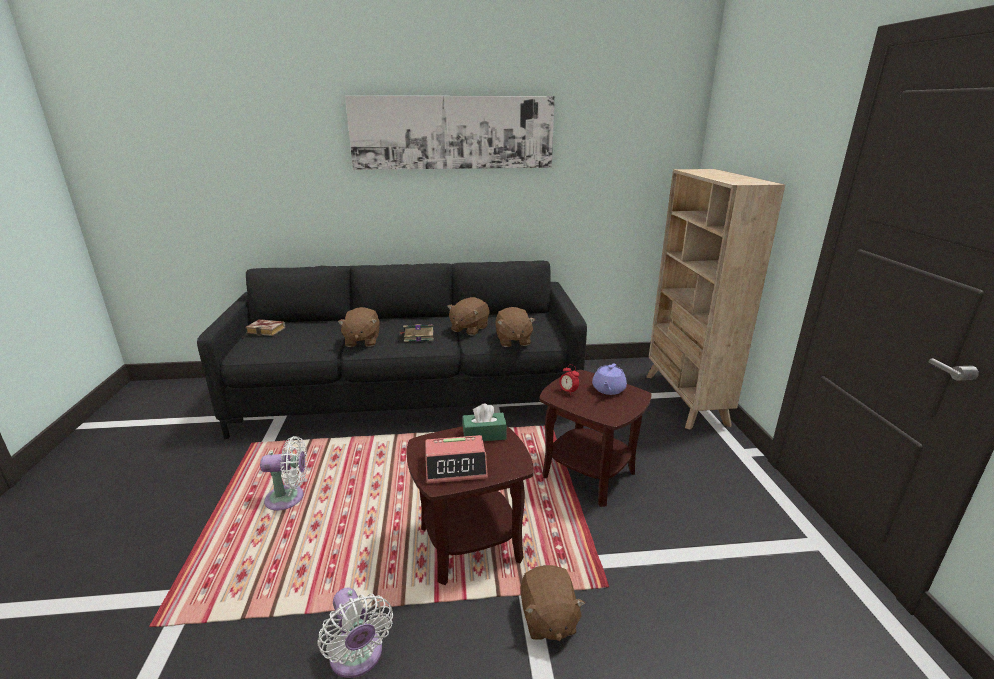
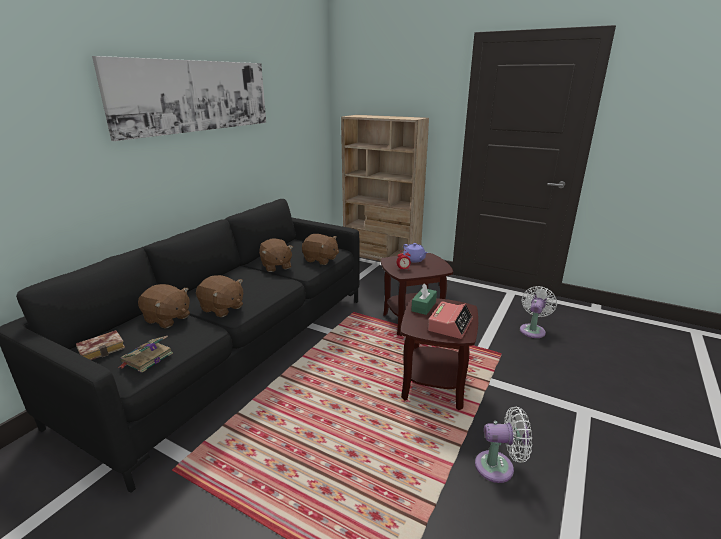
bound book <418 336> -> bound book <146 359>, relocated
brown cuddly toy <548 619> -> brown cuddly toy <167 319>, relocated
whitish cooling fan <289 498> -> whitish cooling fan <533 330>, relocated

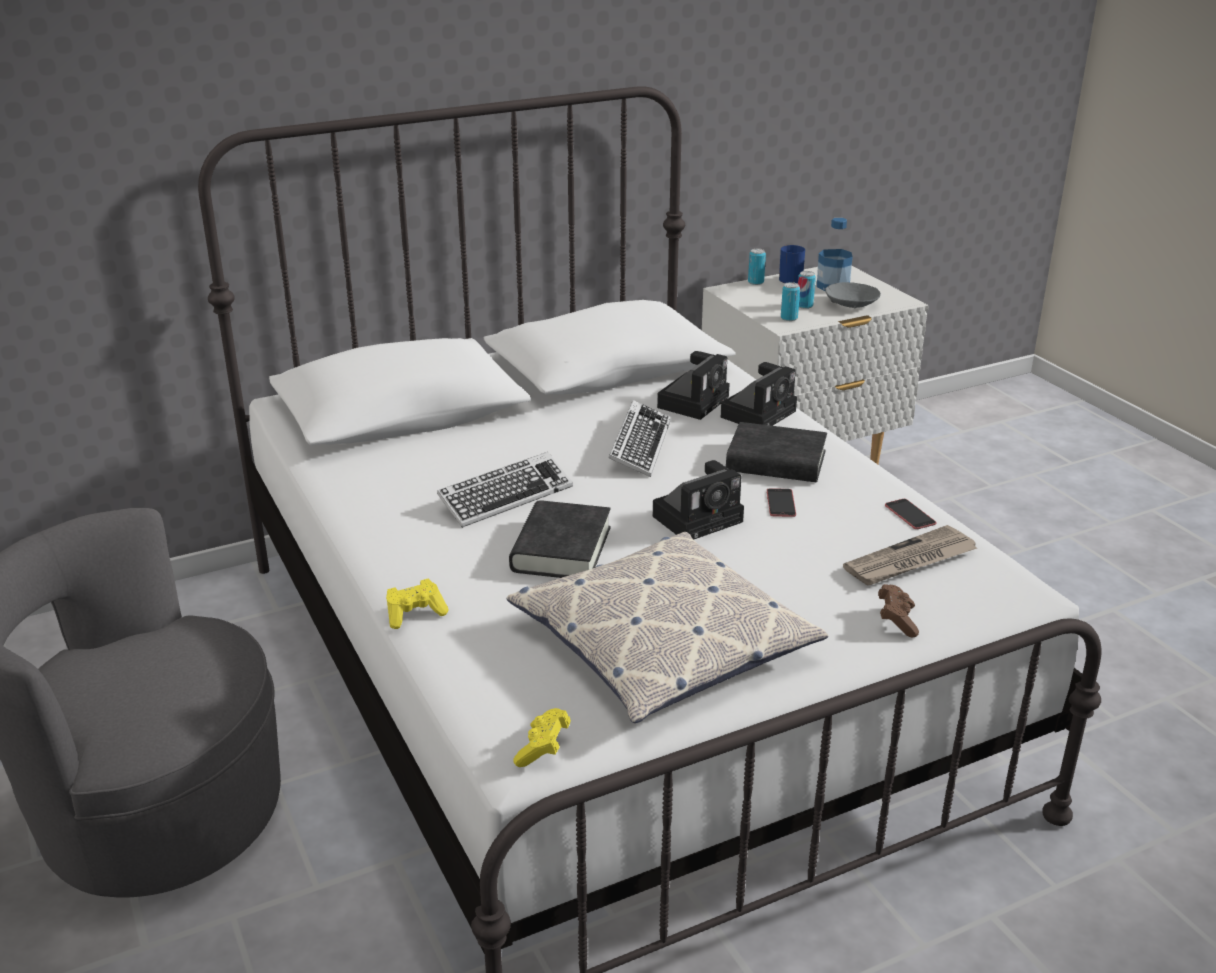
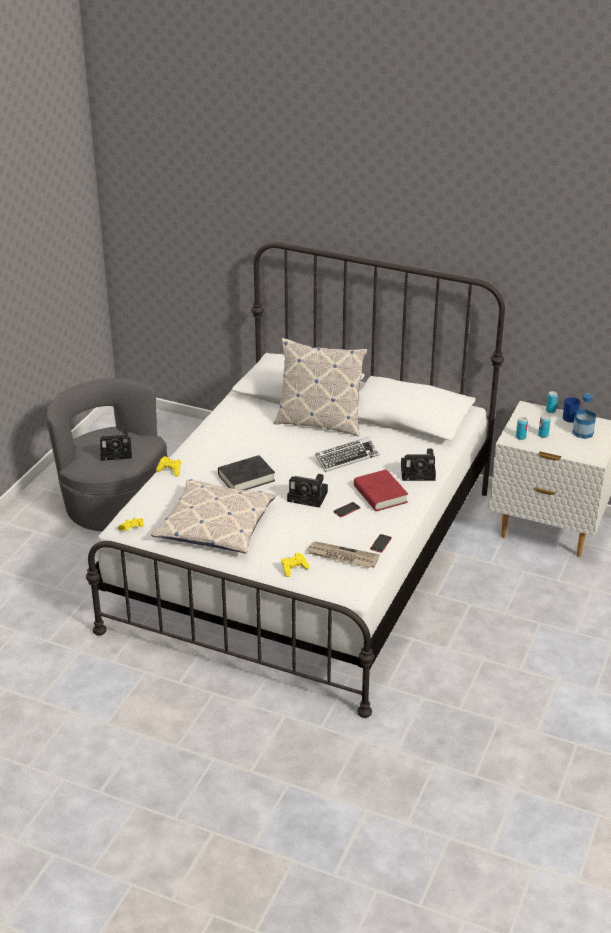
photo camera <694 401> -> photo camera <117 452>, relocated
none -> throw pillow <319 423>
brown gamepad <896 620> -> yellow gamepad <294 569>
blackish bound book <776 462> -> red-coloured bound book <380 494>
PC keyboard <506 497> -> none
gray deep dish <852 304> -> none

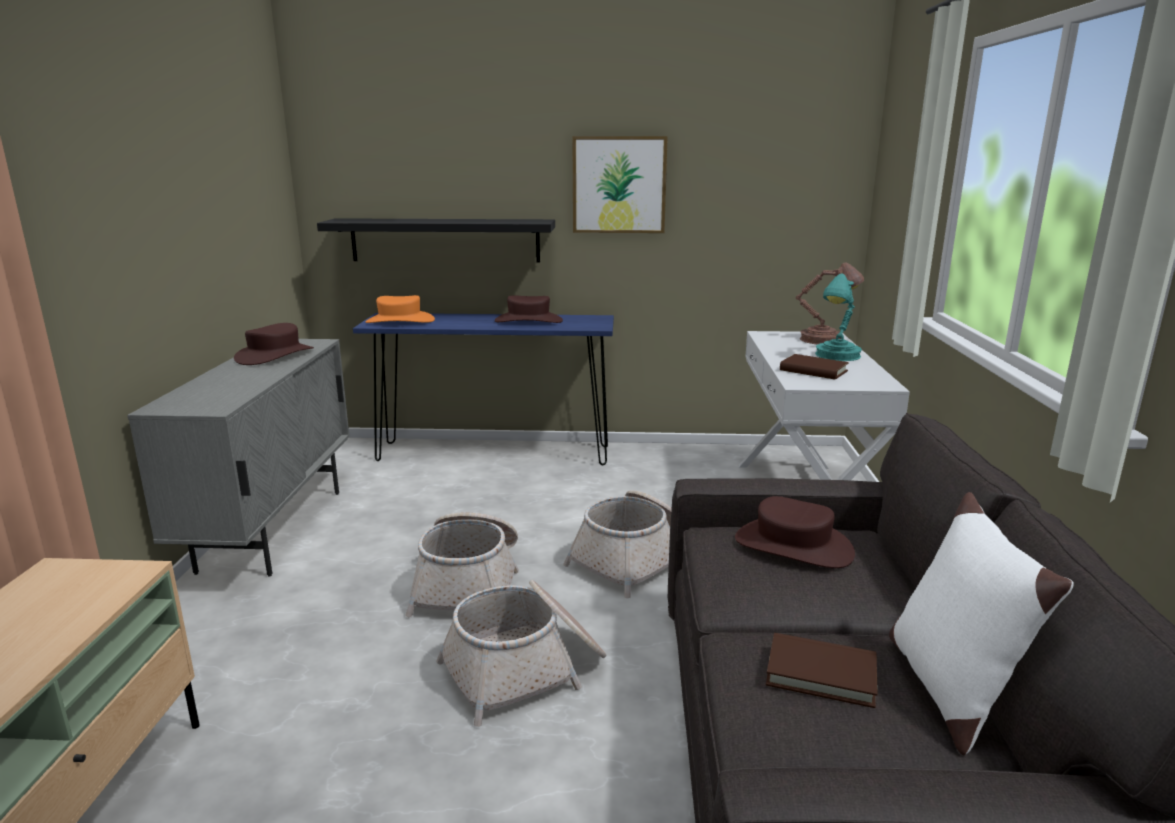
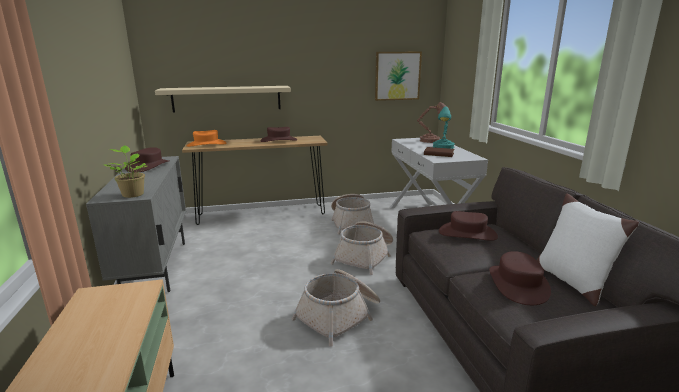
none -> potted plant <132 194>
blackish wall shelf <445 240> -> beige wall shelf <227 98>
blue-coloured narrow table <493 453> -> brown narrow table <261 214>
basket <469 584> -> basket <351 223>, relocated
picture <619 185> -> picture <397 76>, relocated
brown bound book <821 674> -> brown clothing hat <518 284>

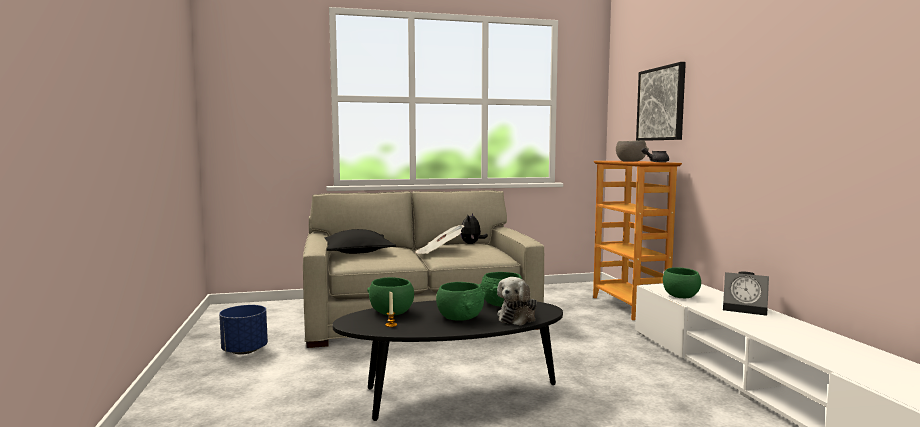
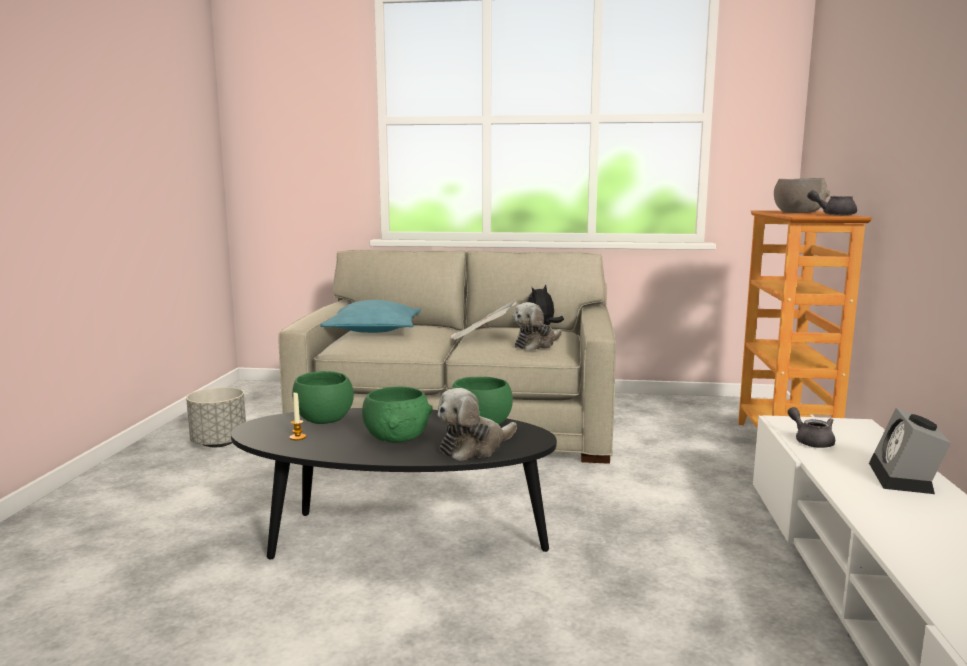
blue-coloured planter <244 351> -> gray planter <219 443>
blackish throw pillow <357 252> -> blue-green throw pillow <374 330>
none -> cuddly toy <536 344>
greenish deep dish <680 295> -> gray tea pot <811 441>
table clock <746 309> -> table clock <905 479>, 60 degrees clockwise
picture <661 104> -> none

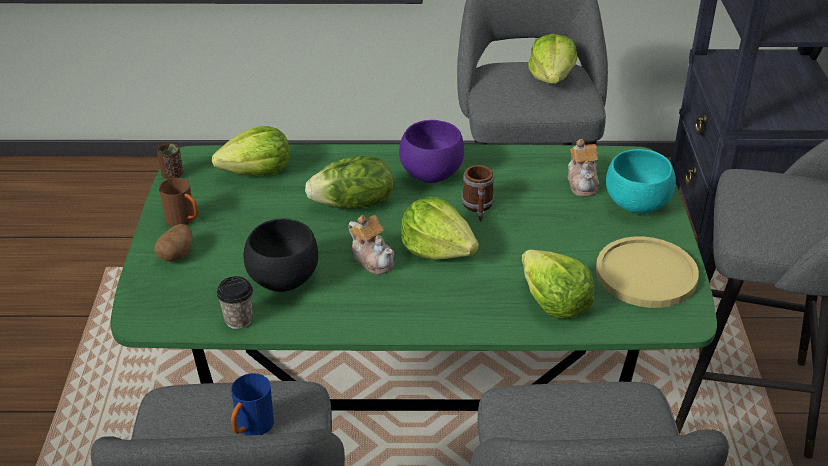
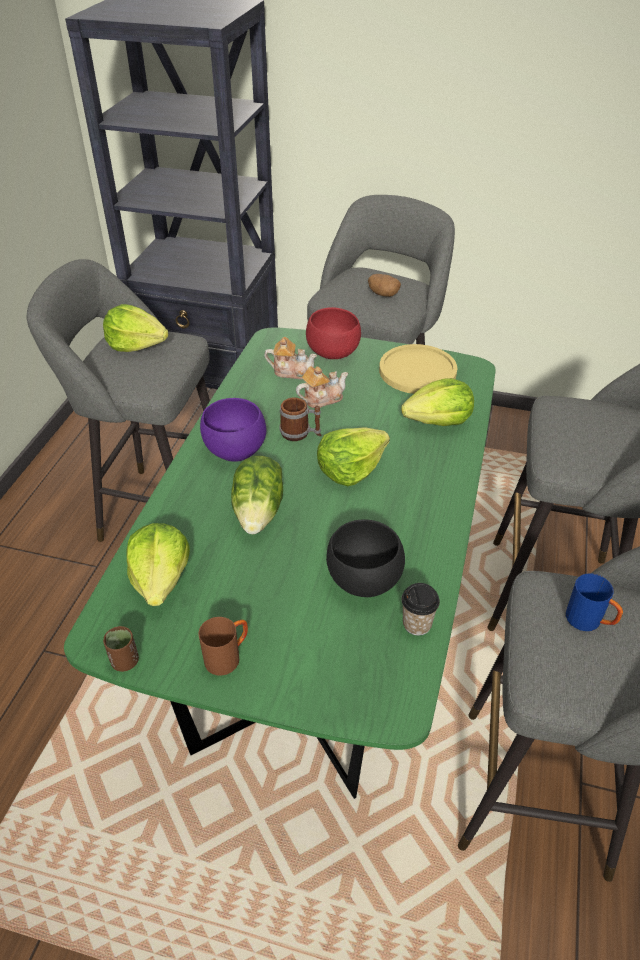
tea pot <372 259> -> tea pot <322 398>, relocated
blue-green deep dish <638 206> -> red-coloured deep dish <334 353>
whole potato <176 254> -> whole potato <383 294>, relocated

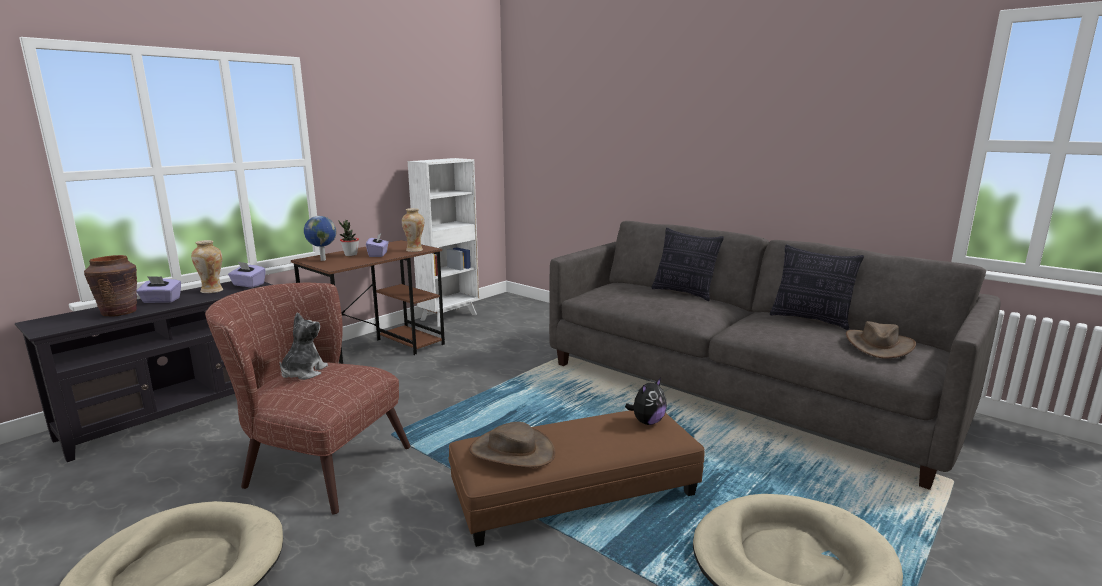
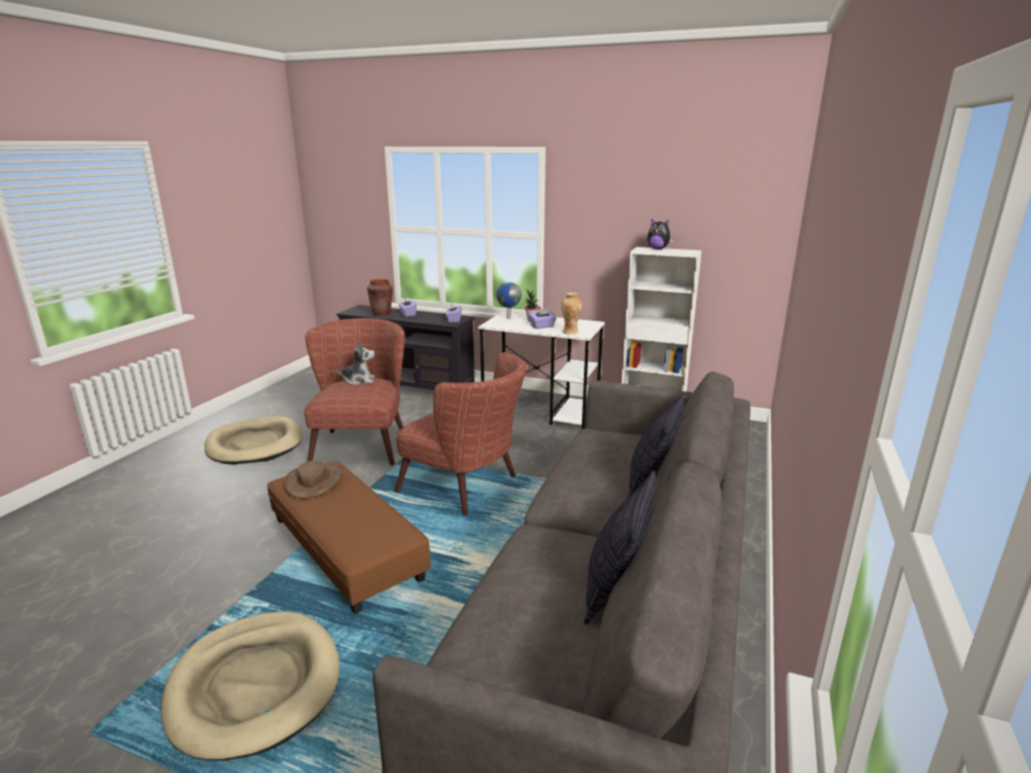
none -> brown armchair <467 488>
brown desk <379 352> -> whitish desk <542 410>
cuddly toy <647 422> -> cuddly toy <658 249>, relocated
flower vase <212 291> -> none
brown clothing hat <878 345> -> none

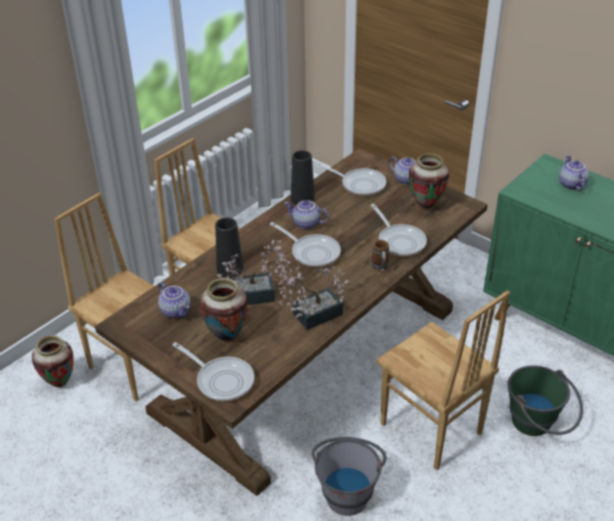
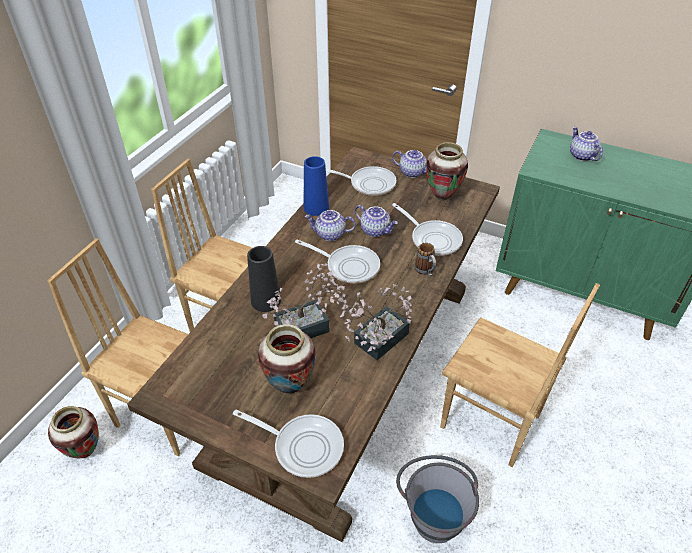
blackish flower vase <302 198> -> blue-coloured flower vase <316 207>
tea pot <176 311> -> tea pot <375 230>, relocated
greenish water bucket <538 426> -> none

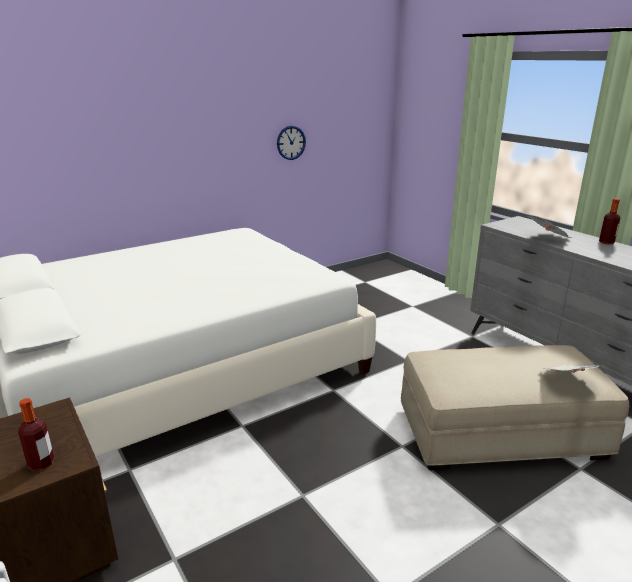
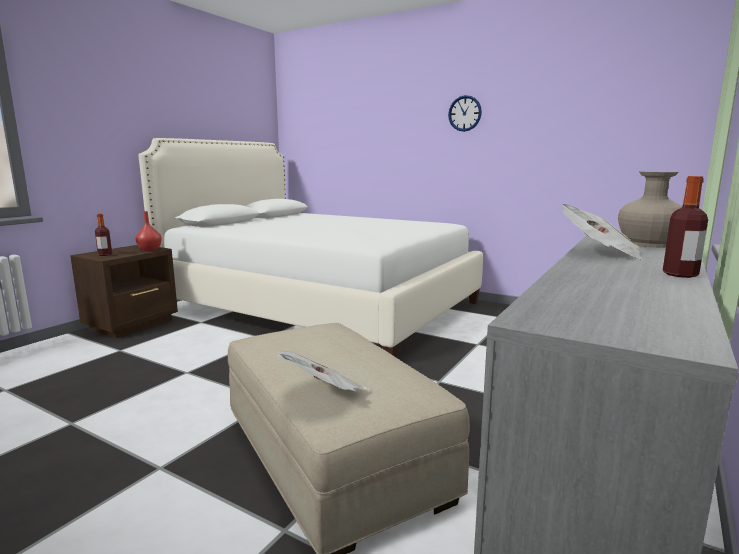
none -> red-coloured flower vase <149 250>
wall clock <291 142> -> wall clock <464 113>, relocated
none -> beige flower vase <648 244>

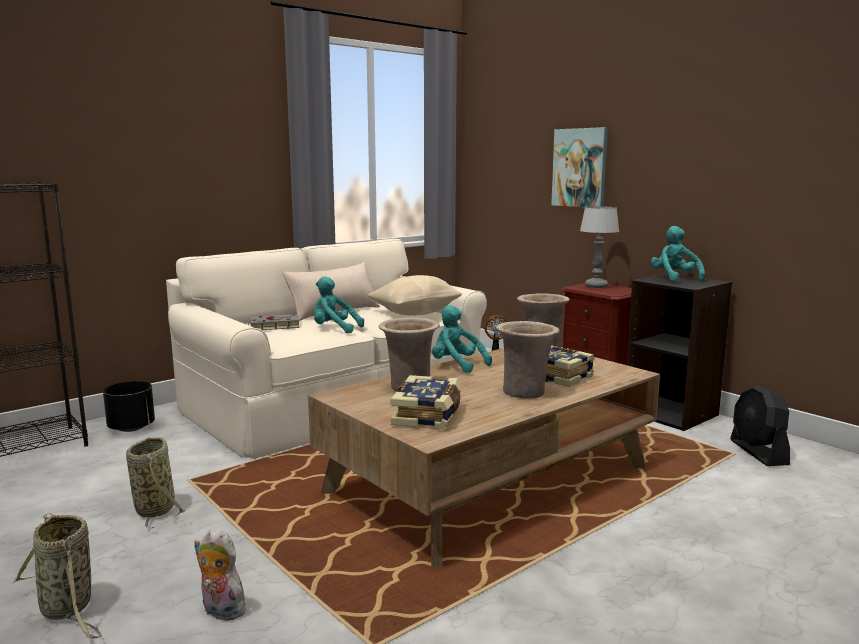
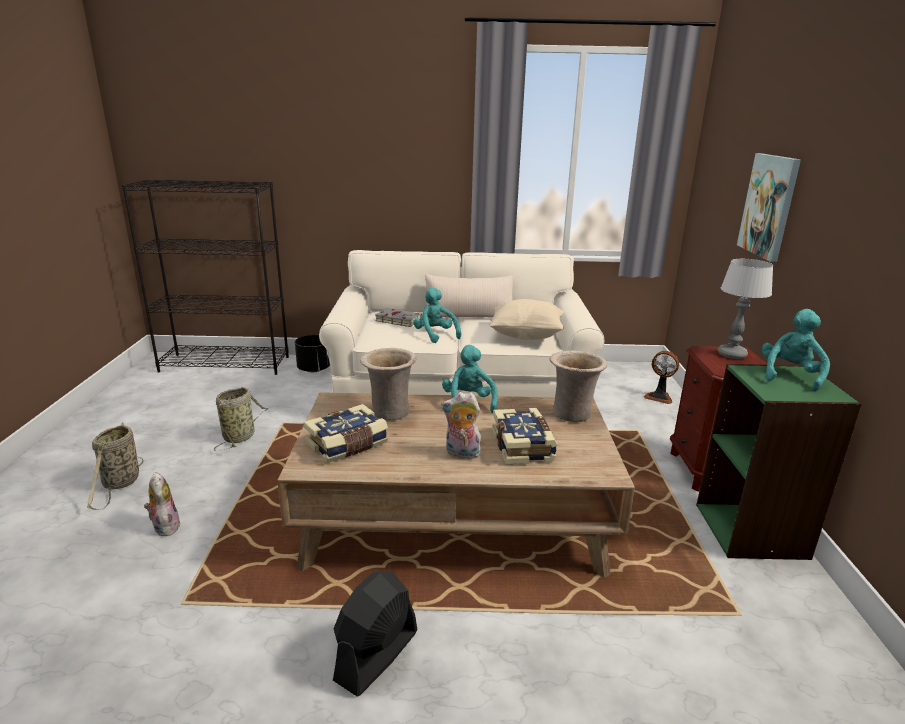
blackish cooling fan <758 452> -> blackish cooling fan <376 655>, relocated
beige flower vase <525 392> -> cuddly toy <461 454>
blackish bookcase <671 413> -> greenish bookcase <752 531>

